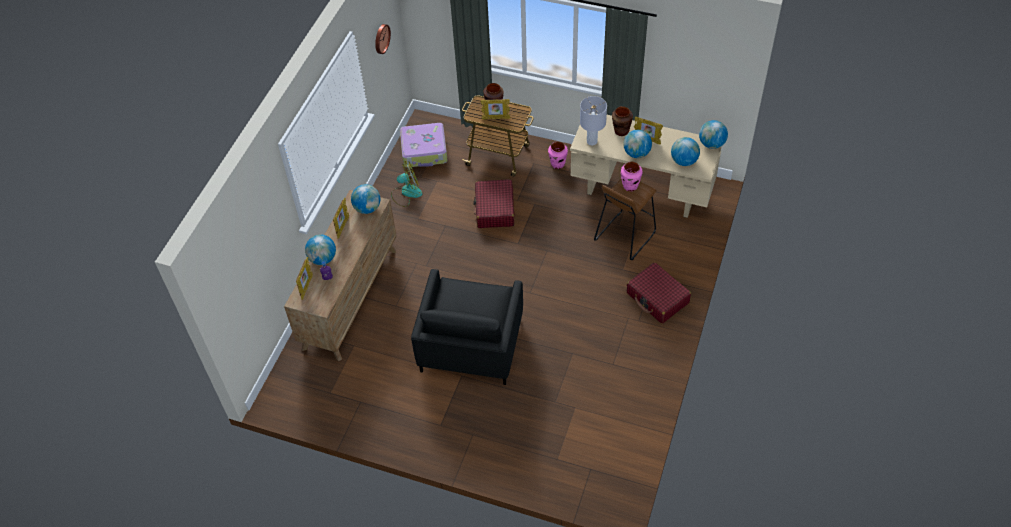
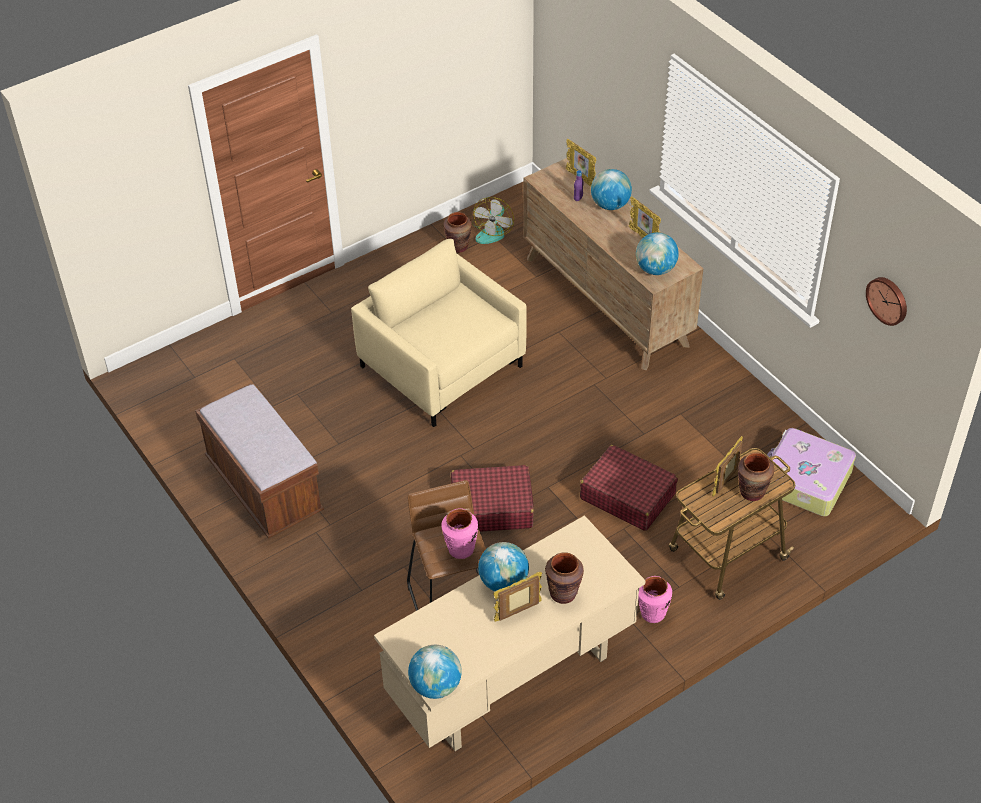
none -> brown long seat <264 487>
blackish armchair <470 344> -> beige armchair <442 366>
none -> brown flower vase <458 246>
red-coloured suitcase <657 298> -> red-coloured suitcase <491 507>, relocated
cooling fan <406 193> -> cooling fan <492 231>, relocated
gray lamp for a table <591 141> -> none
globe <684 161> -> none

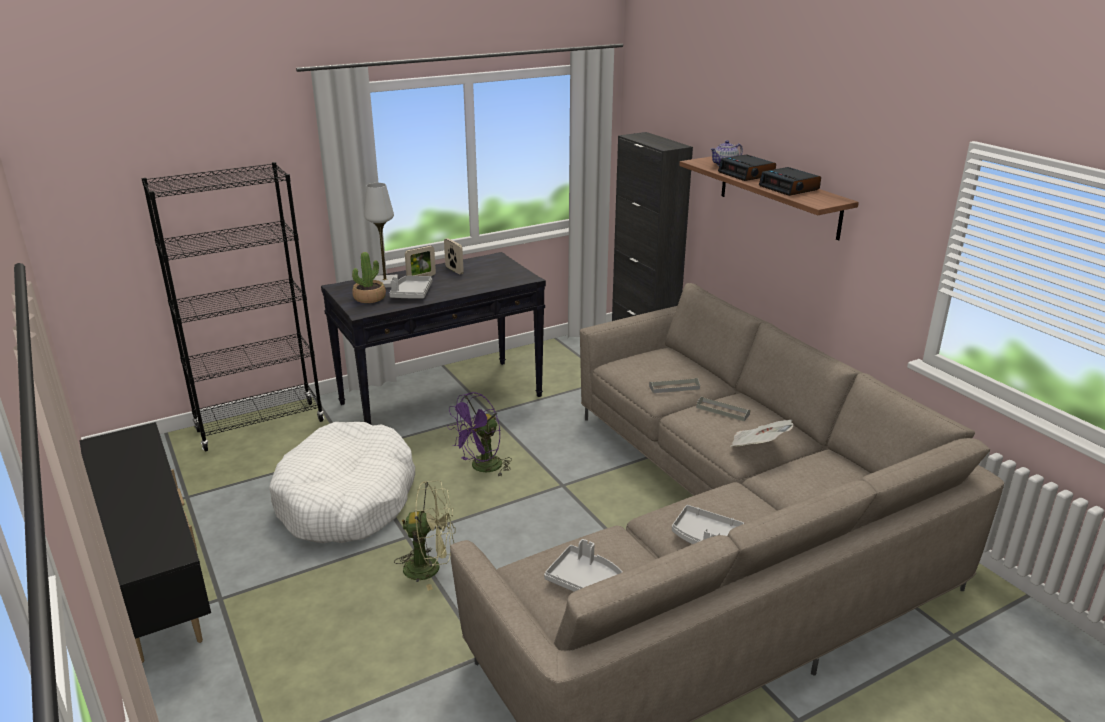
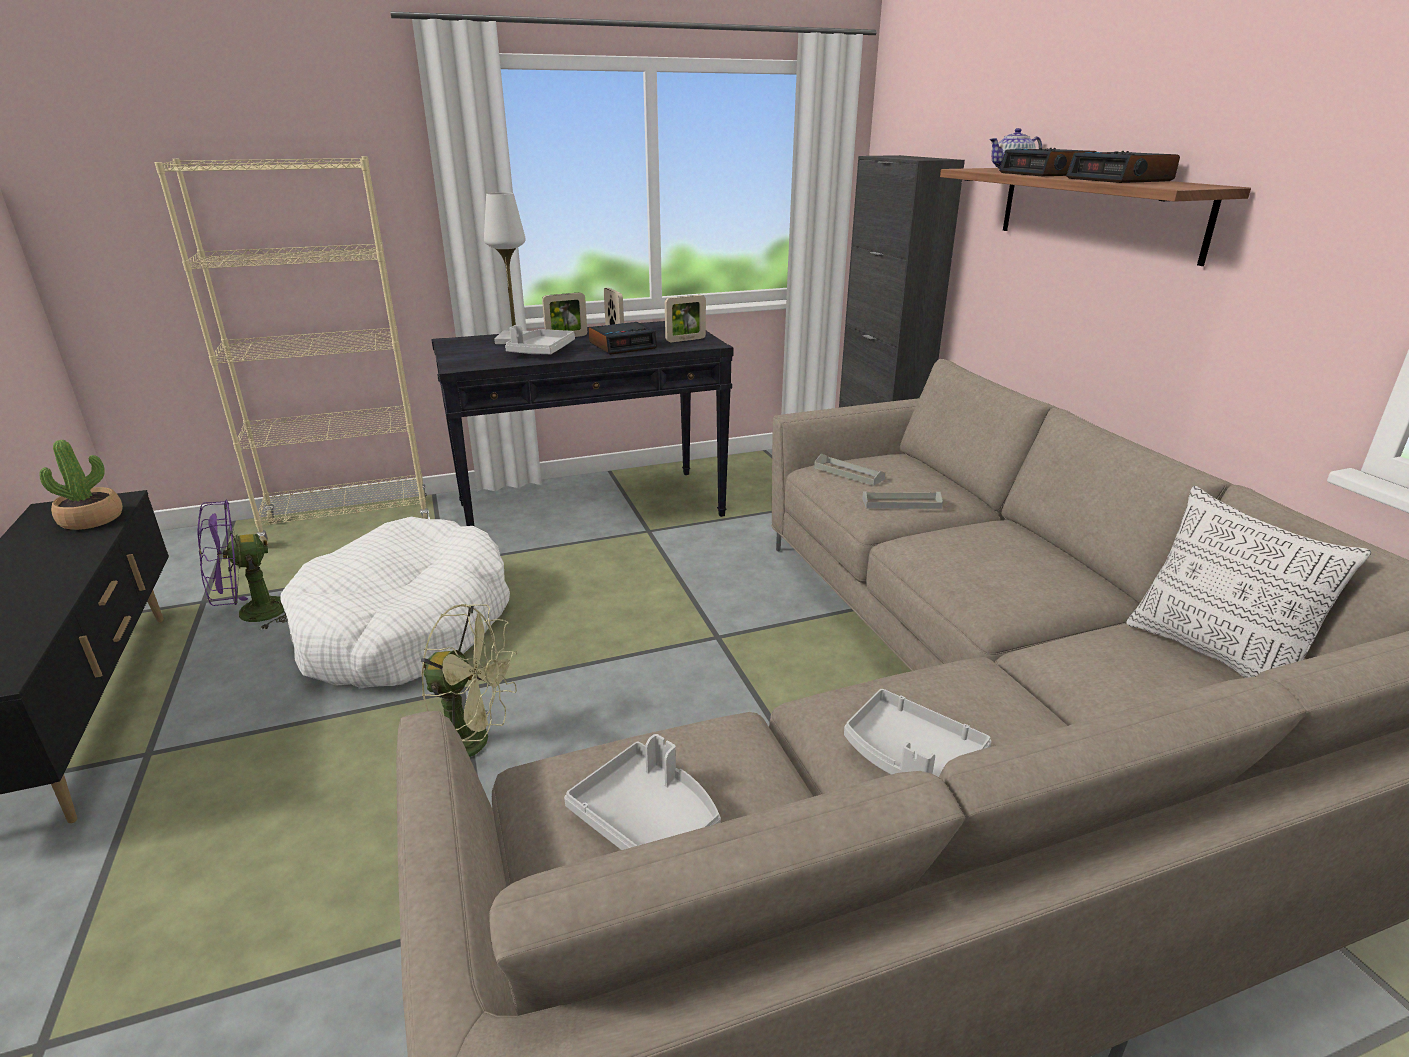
potted plant <369 298> -> potted plant <91 519>, relocated
blackish bookcase <260 426> -> beige bookcase <349 522>
purple cooling fan <481 468> -> purple cooling fan <252 615>, relocated
none -> table clock <623 345>
none -> picture frame <685 340>
gray carrying tray <723 411> -> gray carrying tray <849 473>, relocated
none -> throw pillow <1214 656>
newspaper <758 447> -> none

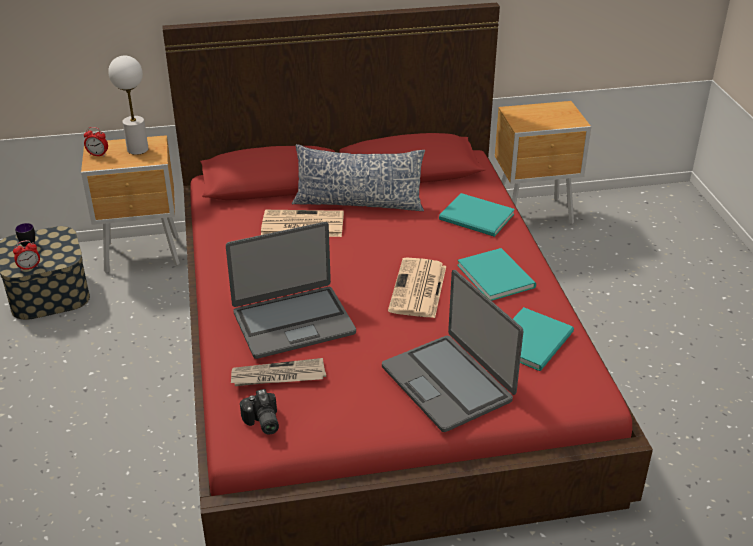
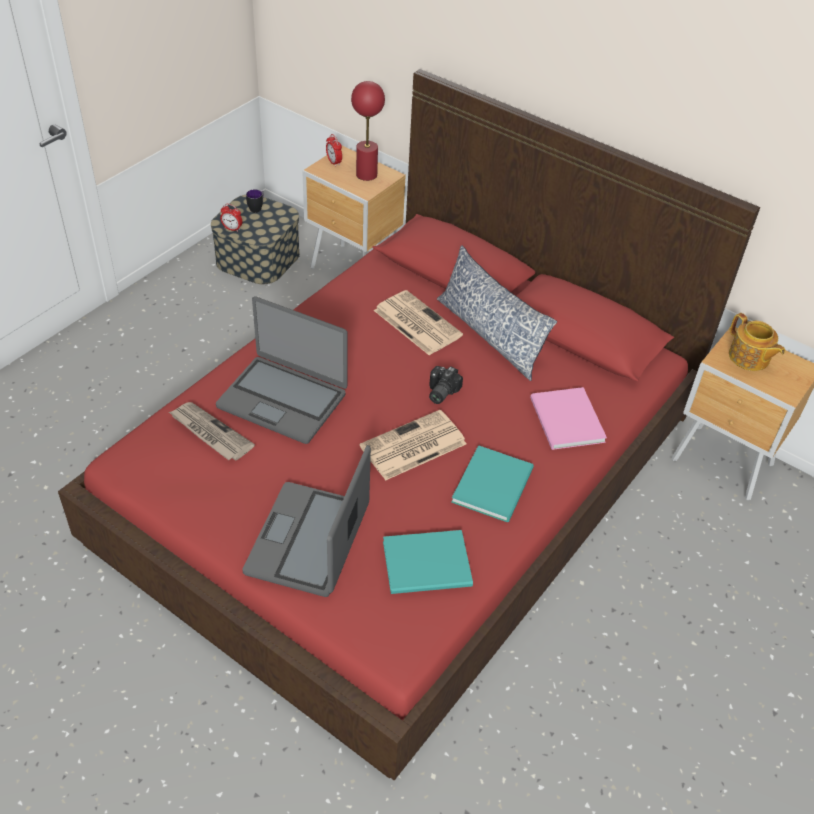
whitish lamp for a table <137 149> -> red-coloured lamp for a table <366 174>
photo camera <261 422> -> photo camera <440 392>, relocated
blue-green bound book <477 218> -> pinkish bound book <565 422>
none -> tea pot <749 358>

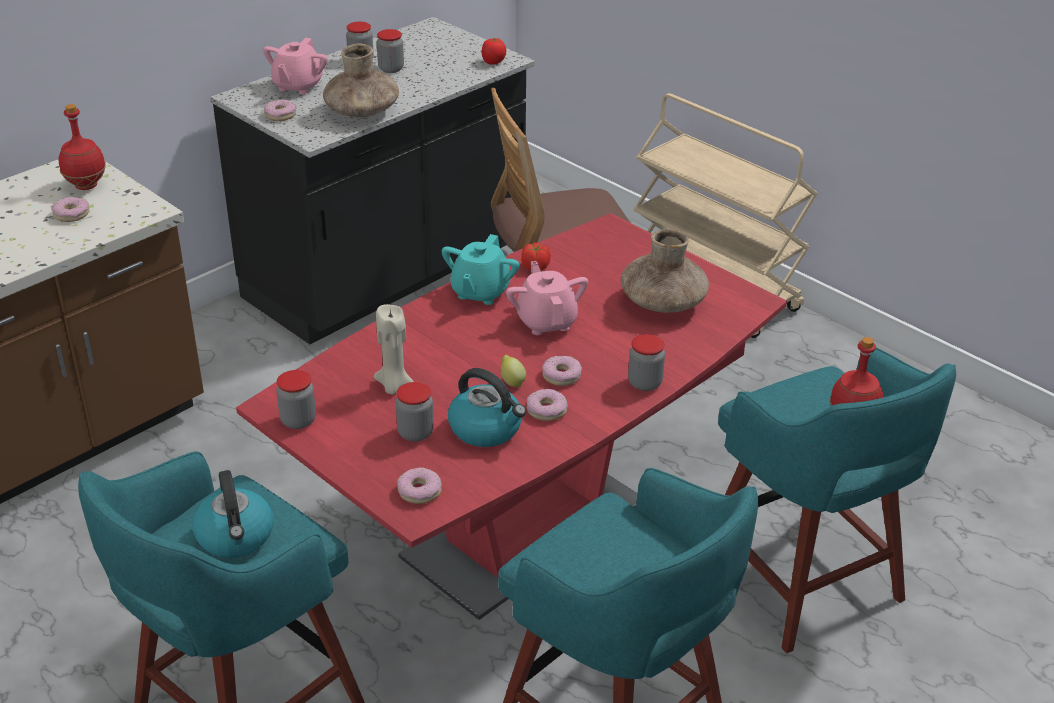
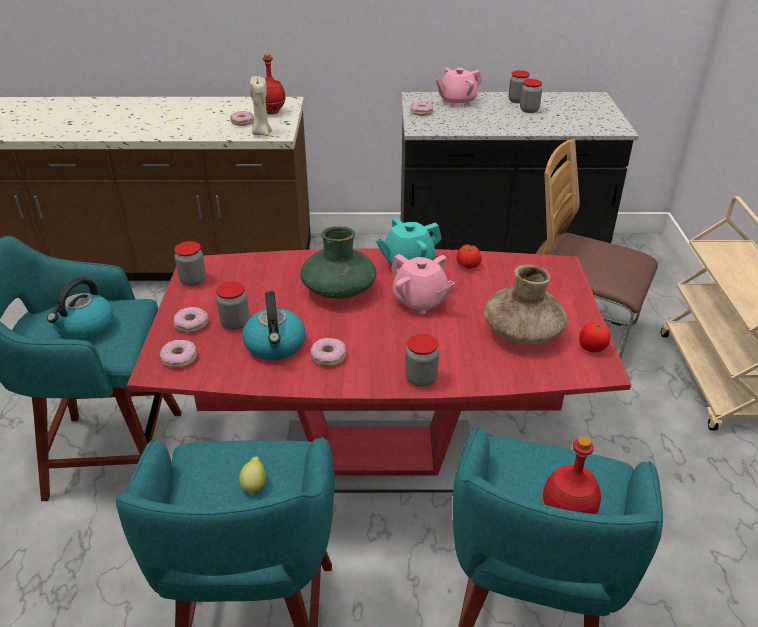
doughnut <561 376> -> doughnut <191 324>, relocated
citrus fruit <512 382> -> citrus fruit <254 485>, relocated
beige wax candle <394 386> -> beige wax candle <261 133>, relocated
none -> greenish flower vase <339 290>
pinkish tea pot <546 321> -> pinkish tea pot <420 302>, 105 degrees clockwise
whole tomato <493 62> -> whole tomato <592 348>, relocated
brown flower vase <362 112> -> none

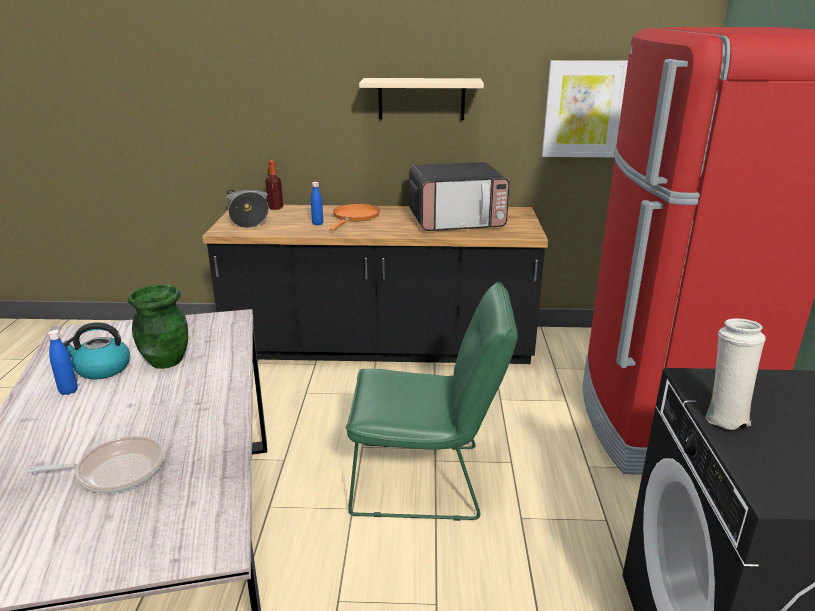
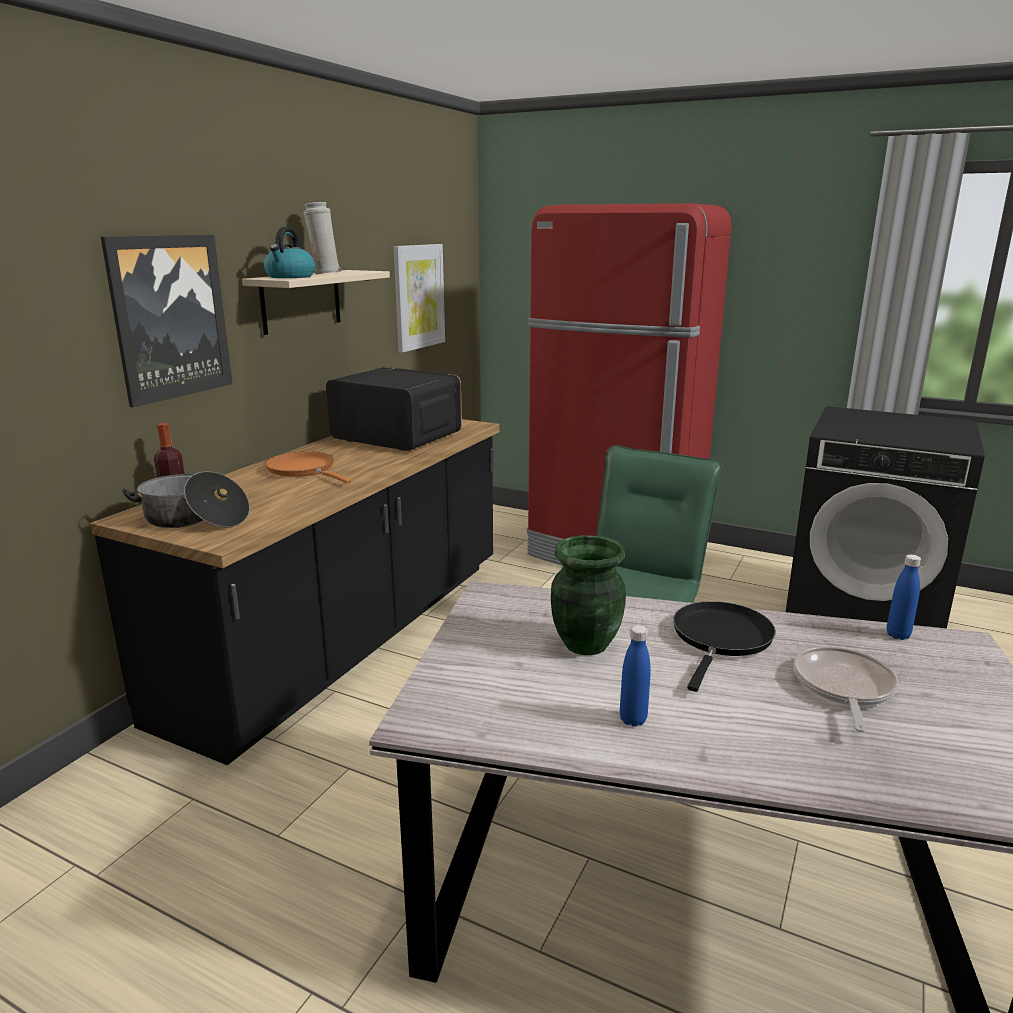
none -> picture <170 317>
water kettle <102 369> -> water kettle <290 277>, relocated
whitish flower vase <724 417> -> whitish flower vase <324 273>, relocated
kitchen microwave <456 220> -> kitchen microwave <396 437>, 75 degrees counterclockwise
none -> blackish skillet <720 639>
blue-coloured bottle <317 224> -> blue-coloured bottle <898 635>, relocated

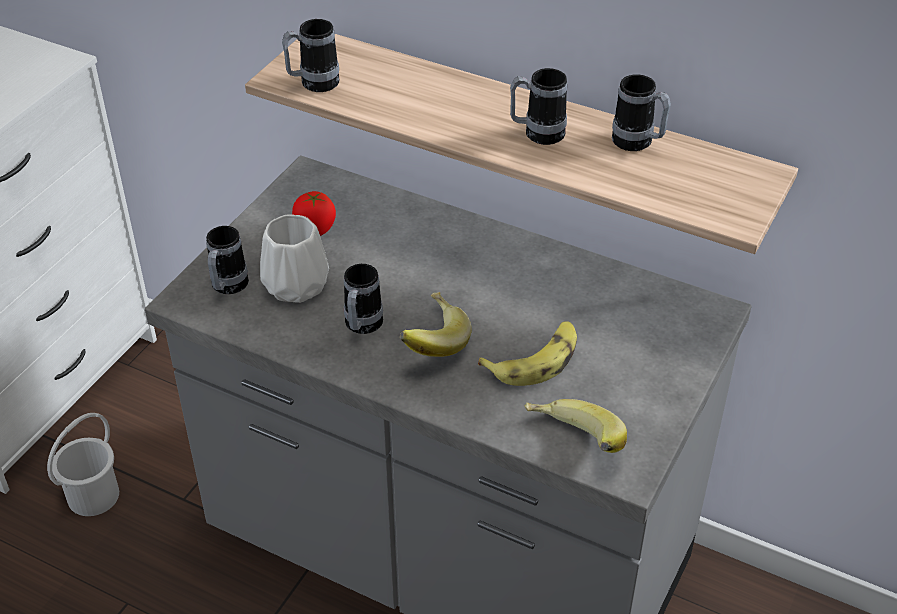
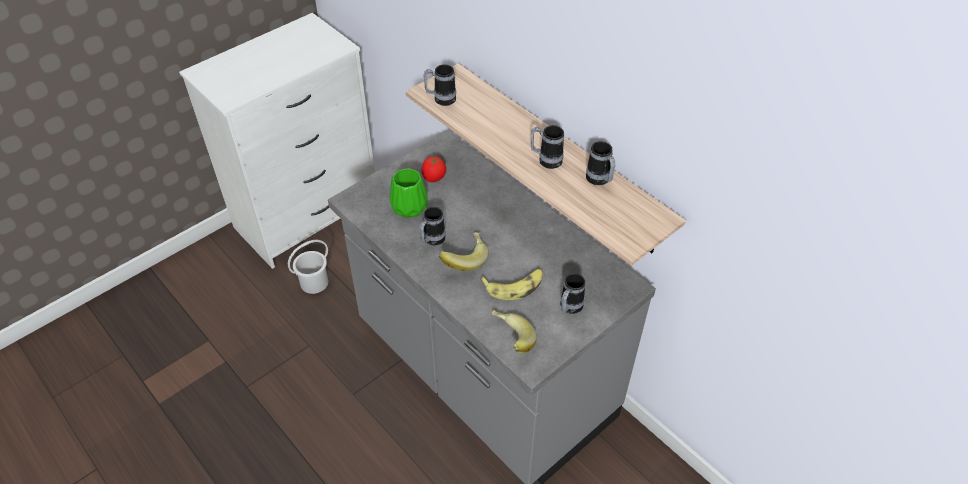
whitish flower vase <296 284> -> greenish flower vase <410 206>
tea mug <227 288> -> tea mug <569 308>, relocated

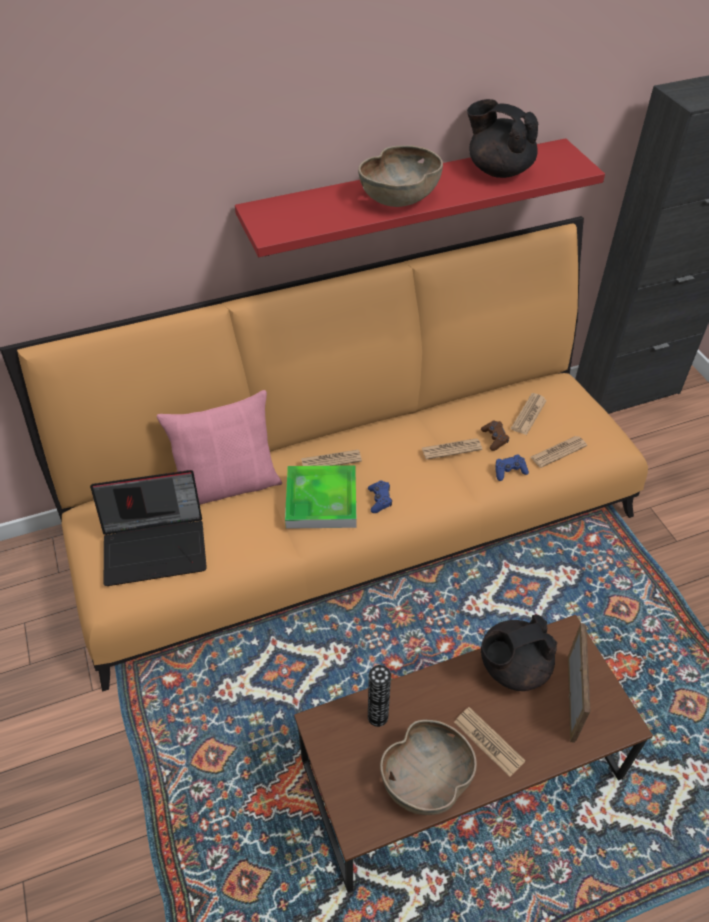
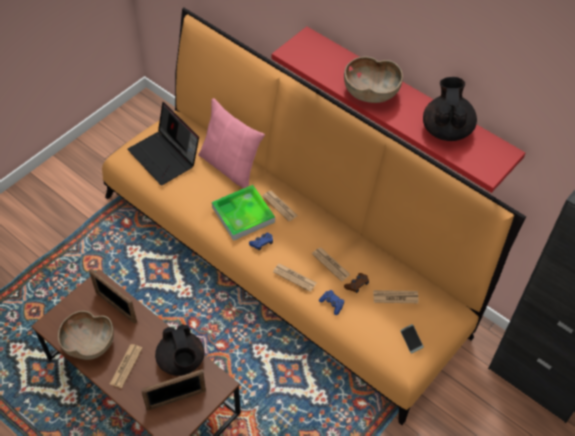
flower vase <377 716> -> picture frame <116 307>
blackish tea pot <512 667> -> blackish tea pot <181 361>, 150 degrees counterclockwise
newspaper <558 452> -> newspaper <294 277>, relocated
none -> phone <411 340>

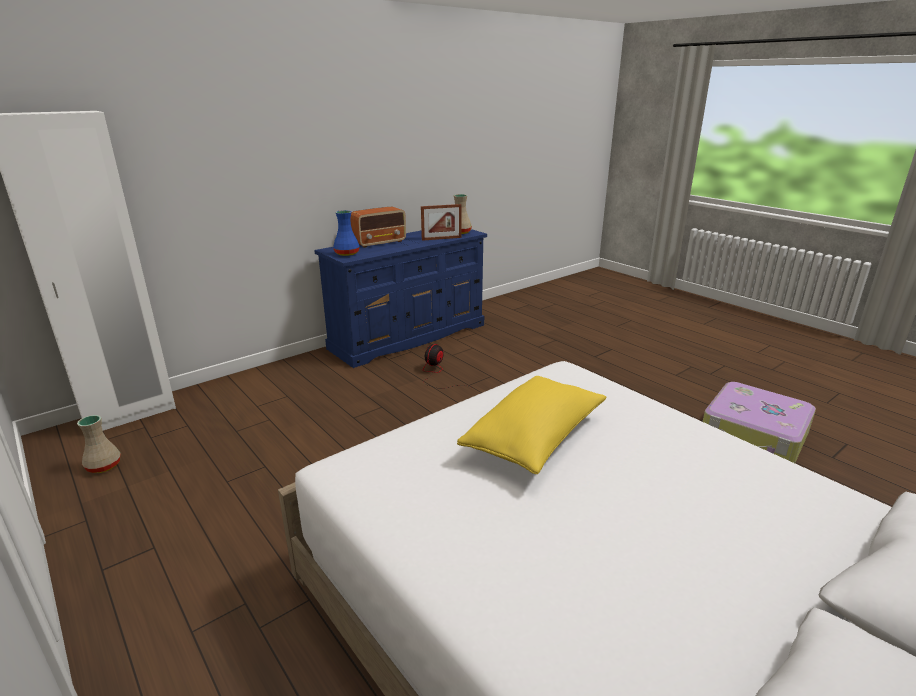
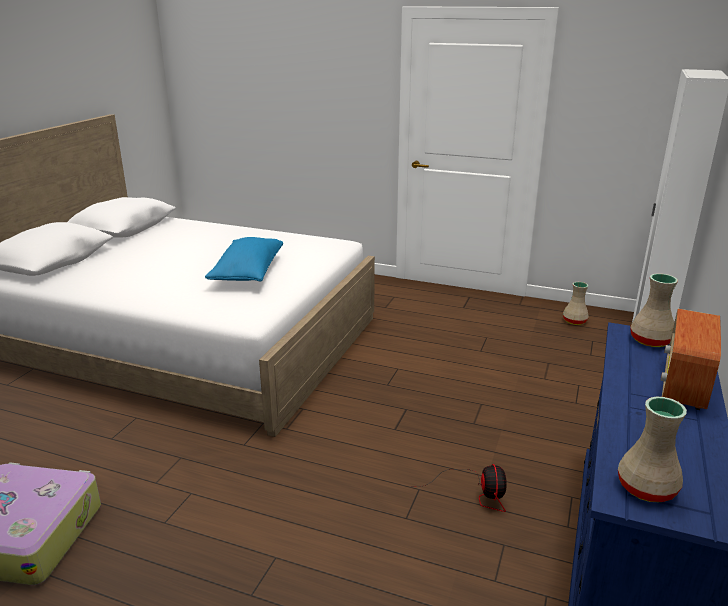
yellow throw pillow <535 438> -> blue-coloured throw pillow <248 273>
blue-coloured flower vase <346 253> -> beige flower vase <651 340>
picture frame <441 238> -> none

